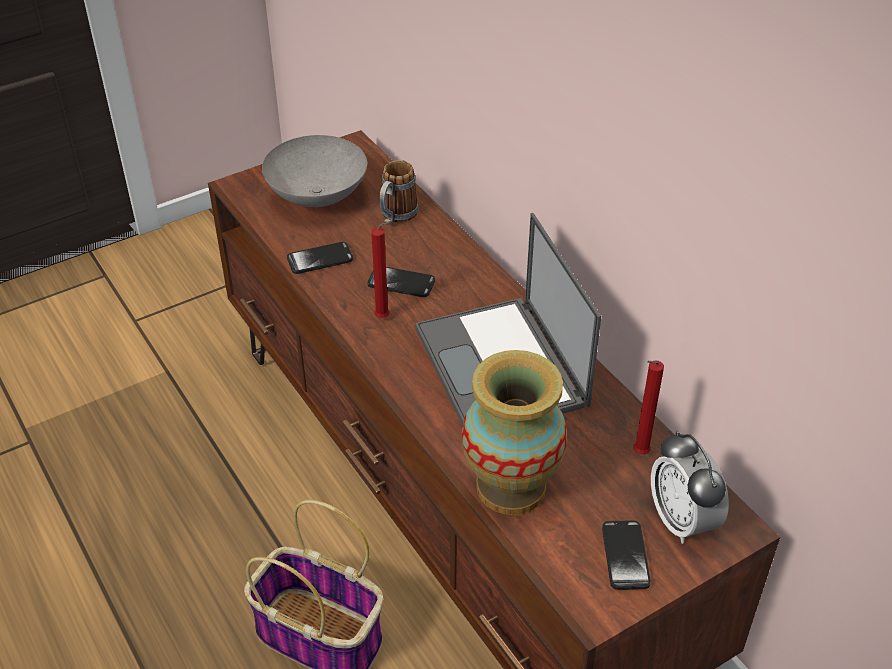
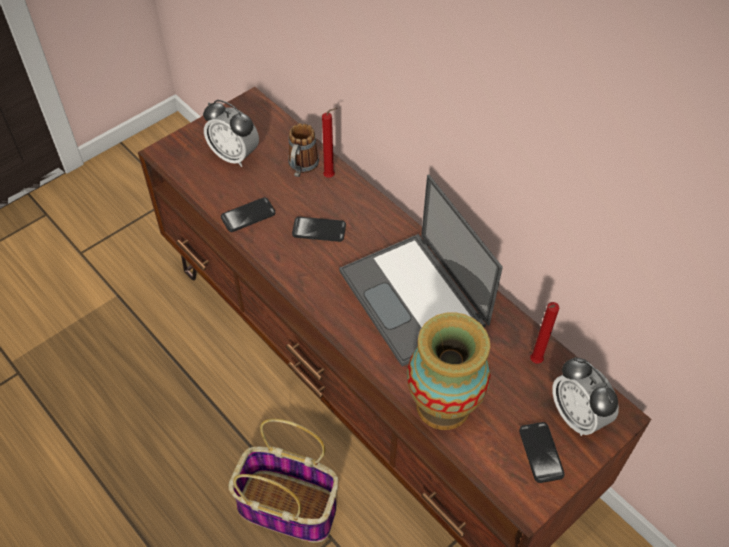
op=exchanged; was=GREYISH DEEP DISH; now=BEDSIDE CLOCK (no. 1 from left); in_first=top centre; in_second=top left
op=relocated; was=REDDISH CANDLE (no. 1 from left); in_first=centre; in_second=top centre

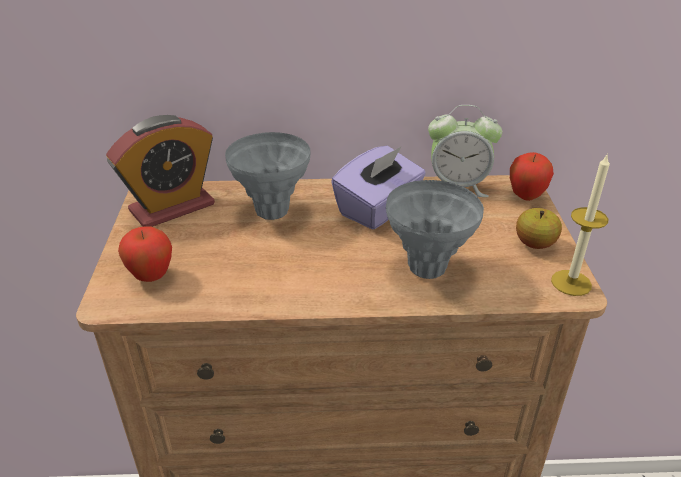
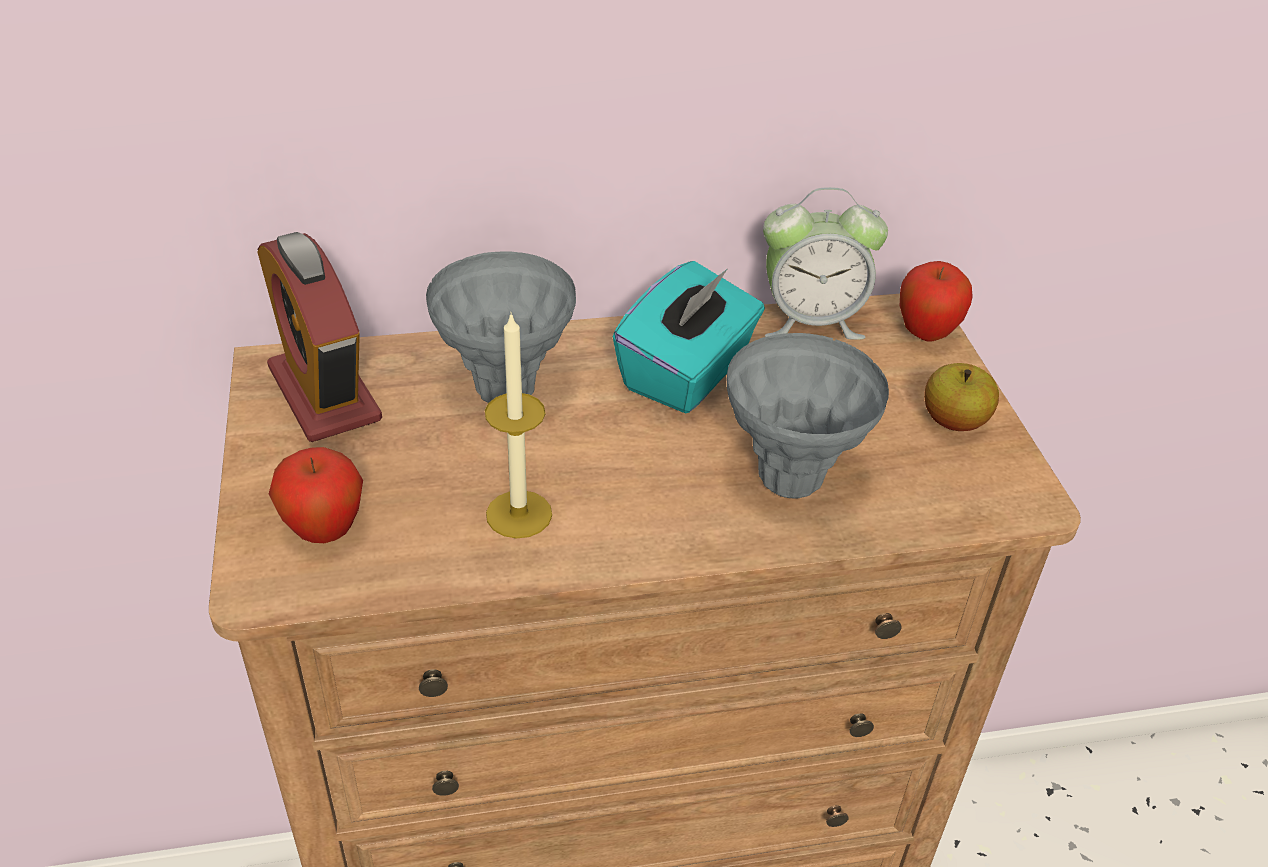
op=spun; was=BEDSIDE CLOCK (no. 1 from left); in_first=middle left; in_second=middle left; clockwise=105
op=colour; was=PURPLE-COLOURED TISSUE BOX; now=BLUE-GREEN TISSUE BOX; in_first=centre; in_second=centre
op=relocated; was=CANDLE; in_first=middle right; in_second=centre

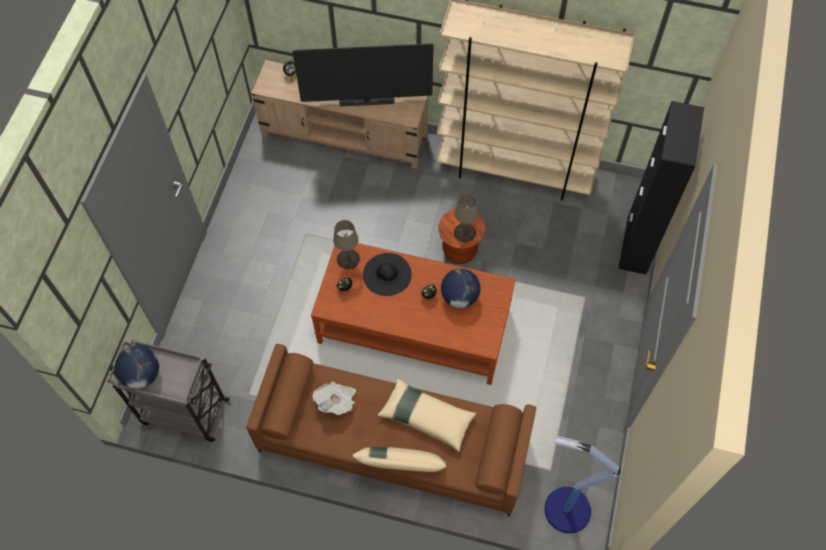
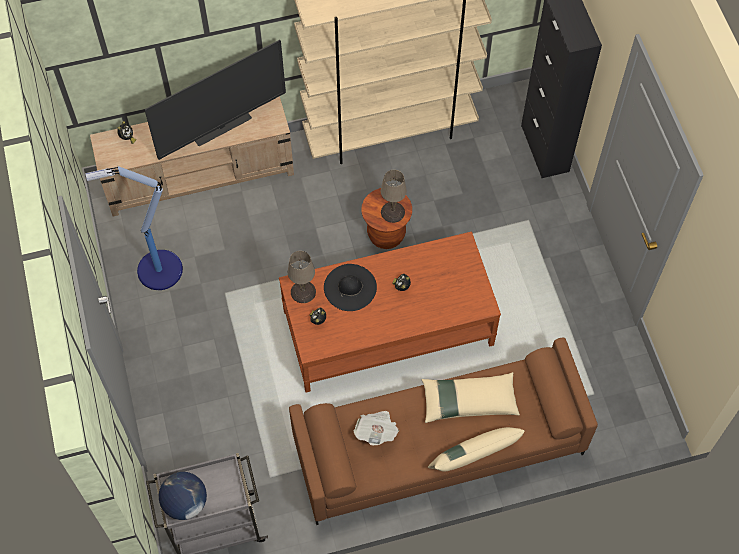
op=missing; was=GLOBE (no. 2 from left); in_first=centre
op=relocated; was=STANDING LAMP; in_first=bottom right; in_second=middle left

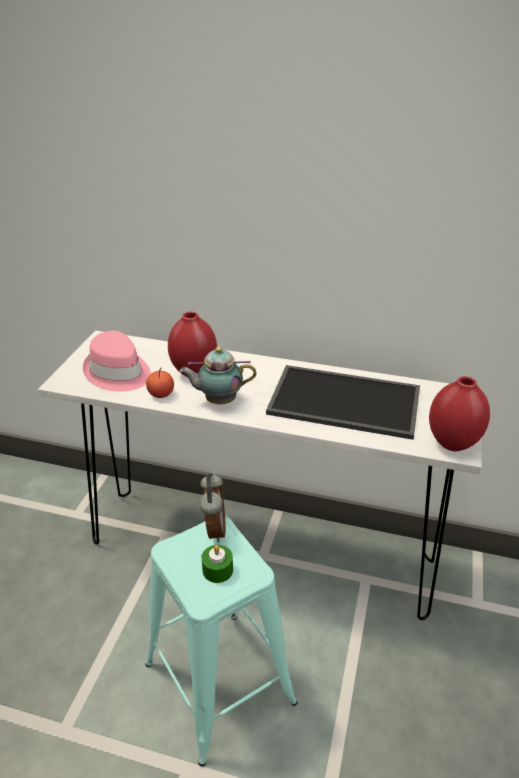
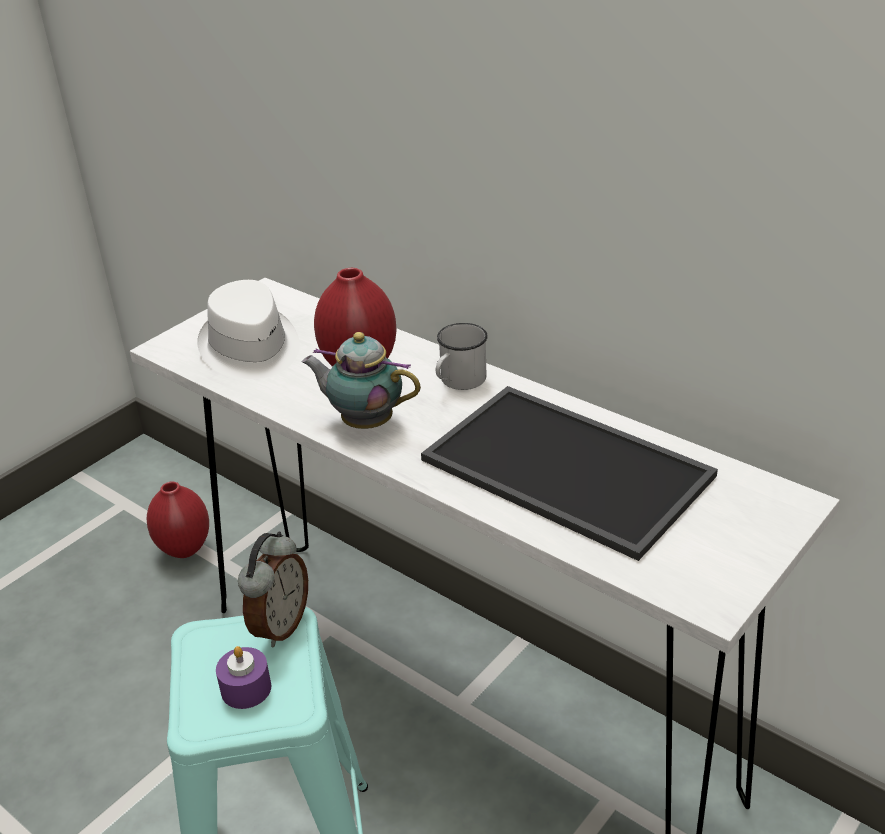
op=colour; was=PINK-COLOURED CLOTHING HAT; now=WHITE-COLOURED CLOTHING HAT; in_first=middle left; in_second=middle left
op=missing; was=APPLE; in_first=middle left
op=relocated; was=REDDISH VASE (no. 2 from left in the first image); now=REDDISH VASE (no. 1 from left); in_first=middle right; in_second=middle left
op=colour; was=GREENISH CANDLE; now=PURPLE-COLOURED CANDLE; in_first=bottom centre; in_second=bottom left
op=appeared; now=WHITE-COLOURED TEA MUG; in_second=centre

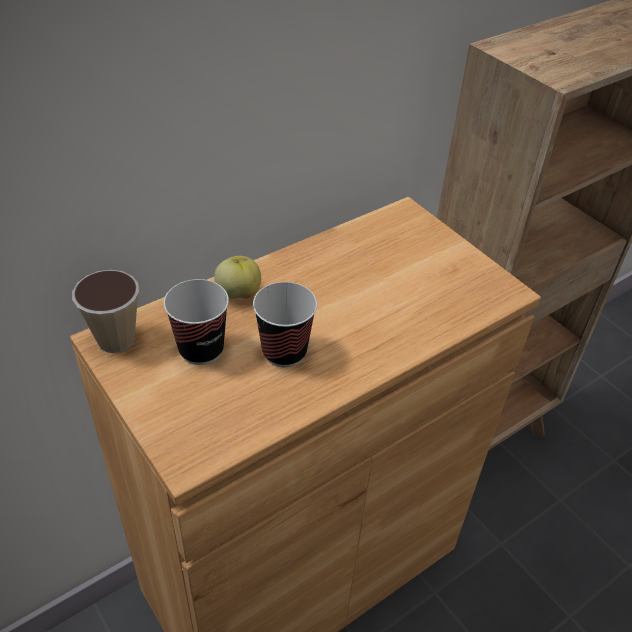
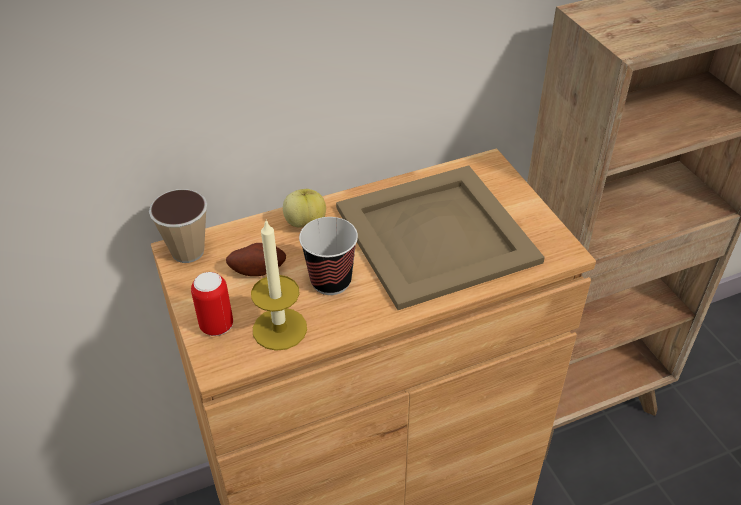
op=exchanged; was=CUP (no. 2 from left); now=SPUD; in_first=middle left; in_second=centre
op=appeared; now=BEIGE-COLOURED TRAY; in_second=centre
op=appeared; now=CANDLE; in_second=centre
op=appeared; now=METAL CAN; in_second=middle left

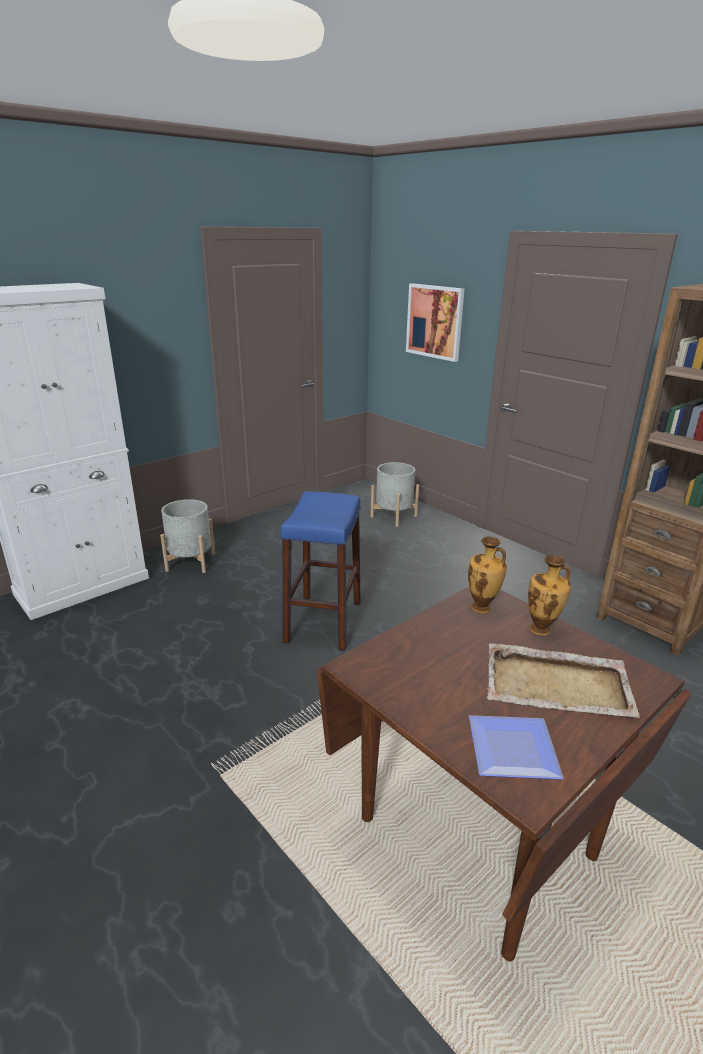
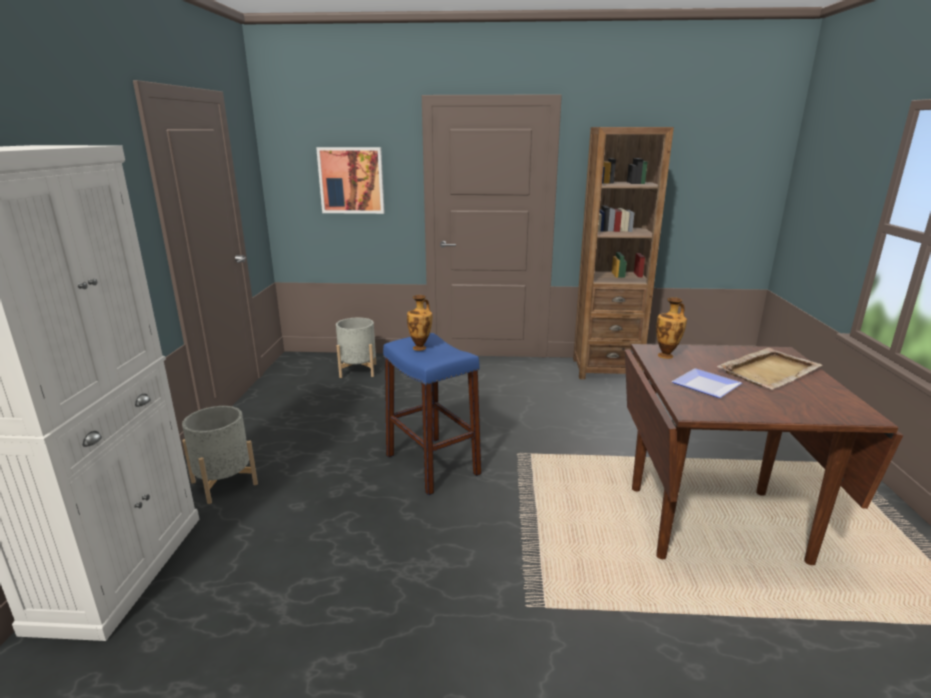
op=relocated; was=VASE (no. 2 from left in the first image); now=VASE (no. 1 from left); in_first=middle right; in_second=centre
op=relocated; was=DINNER PLATE; in_first=bottom right; in_second=middle right

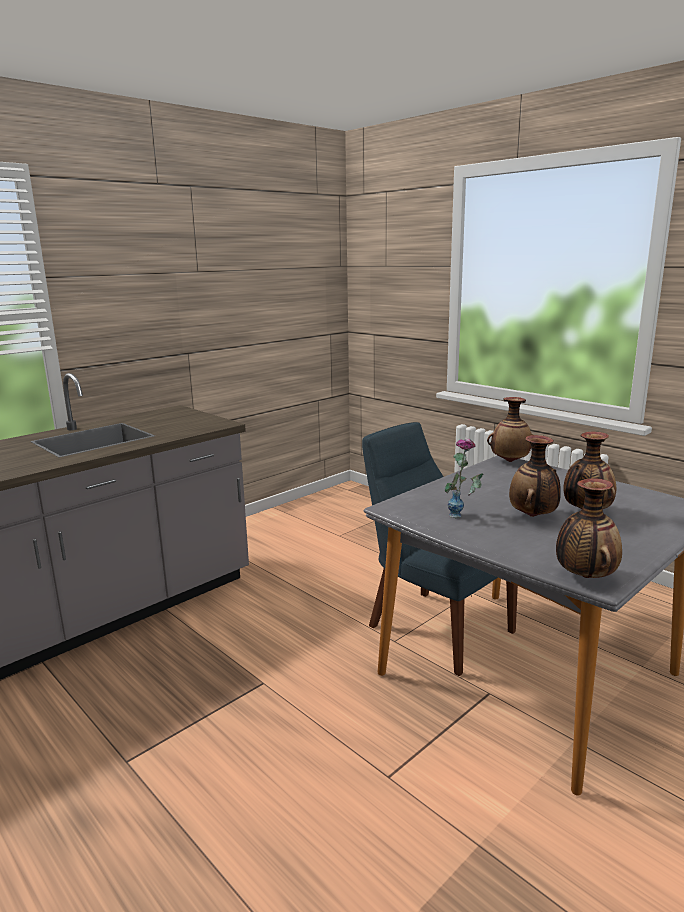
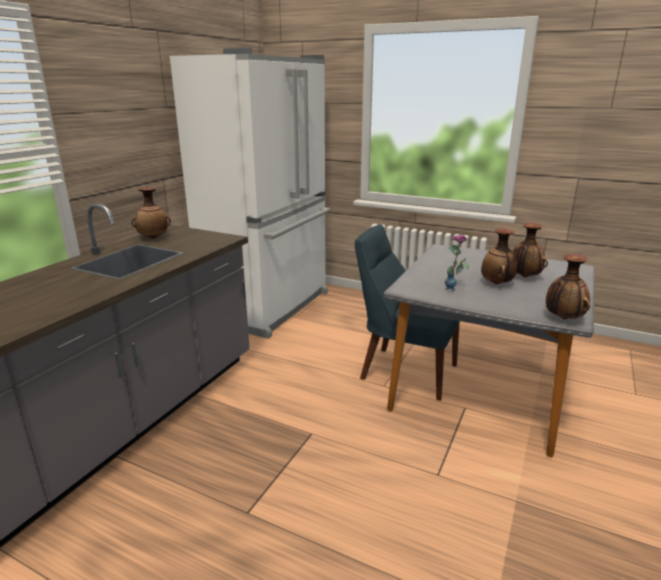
op=relocated; was=VASE (no. 2 from left in the first image); now=VASE (no. 1 from left); in_first=middle right; in_second=middle left
op=appeared; now=WHITE-COLOURED REFRIGERATOR; in_second=top centre

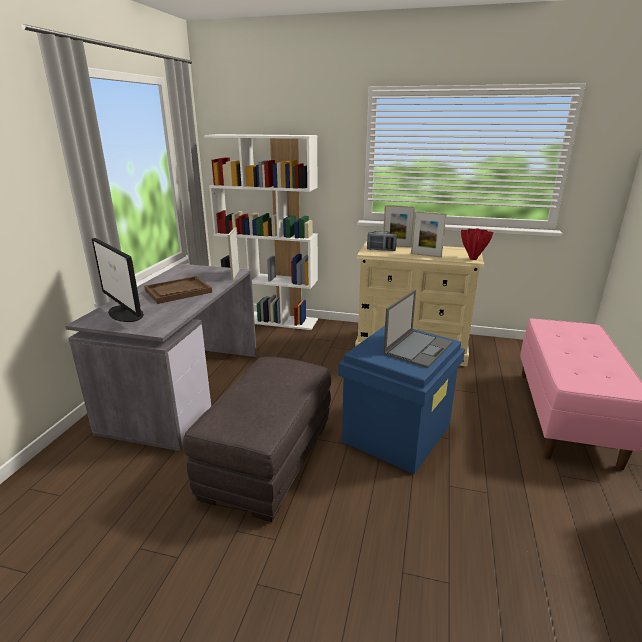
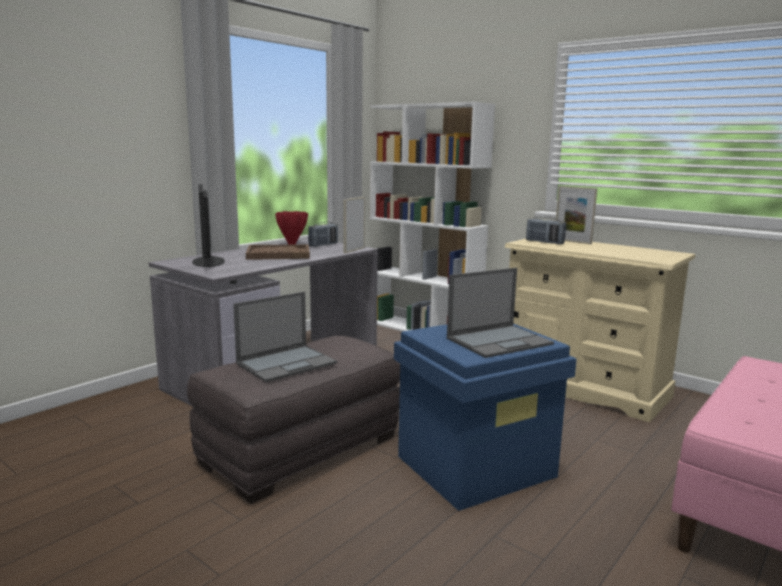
op=missing; was=STANDING FRAME (no. 3 from left); in_first=middle right
op=relocated; was=REDDISH VASE; in_first=middle right; in_second=centre
op=appeared; now=RADIO (no. 1 from left); in_second=centre
op=appeared; now=NOTEBOOK COMPUTER (no. 1 from left); in_second=centre

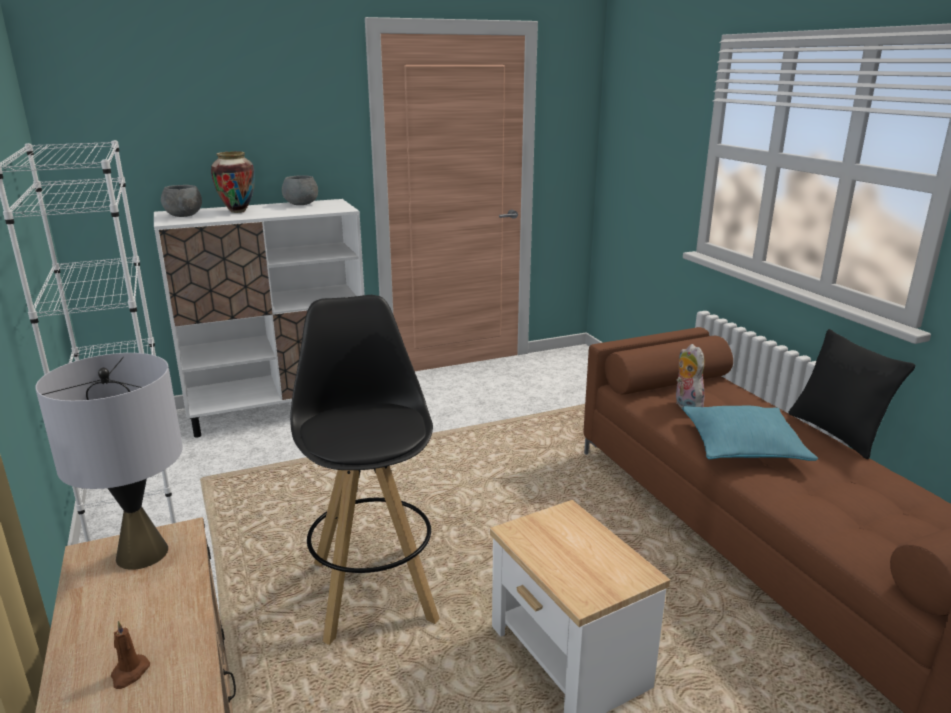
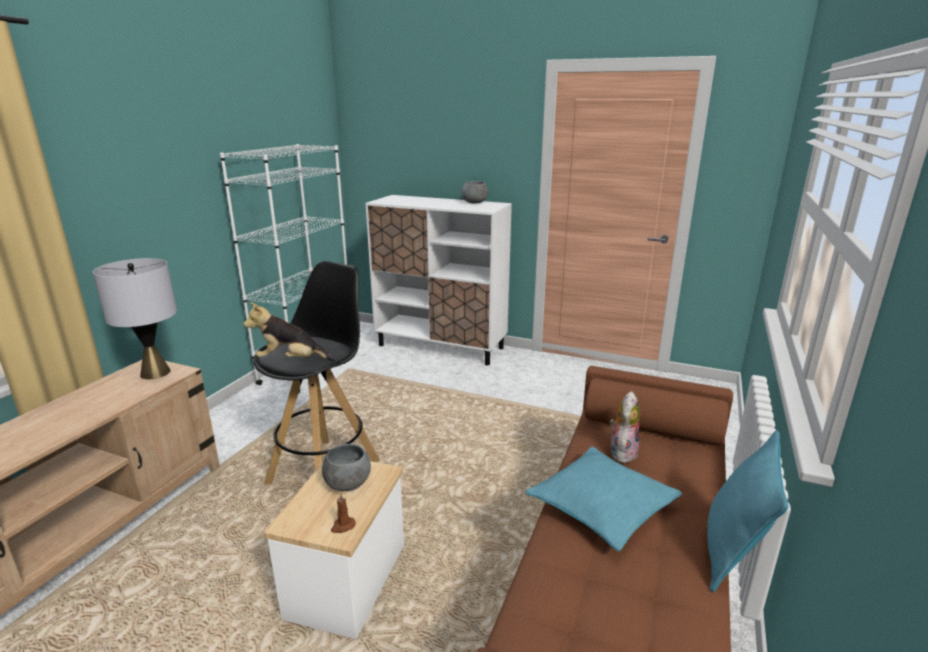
op=missing; was=VASE; in_first=top left
op=relocated; was=GREYISH DEEP DISH (no. 1 from left); in_first=top left; in_second=bottom centre
op=colour; was=BLACKISH CUSHION; now=BLUE-GREEN CUSHION (no. 2 from left); in_first=middle right; in_second=bottom right
op=relocated; was=BROWNISH CANDLE; in_first=bottom left; in_second=bottom centre
op=appeared; now=CUDDLY TOY (no. 1 from left); in_second=middle left

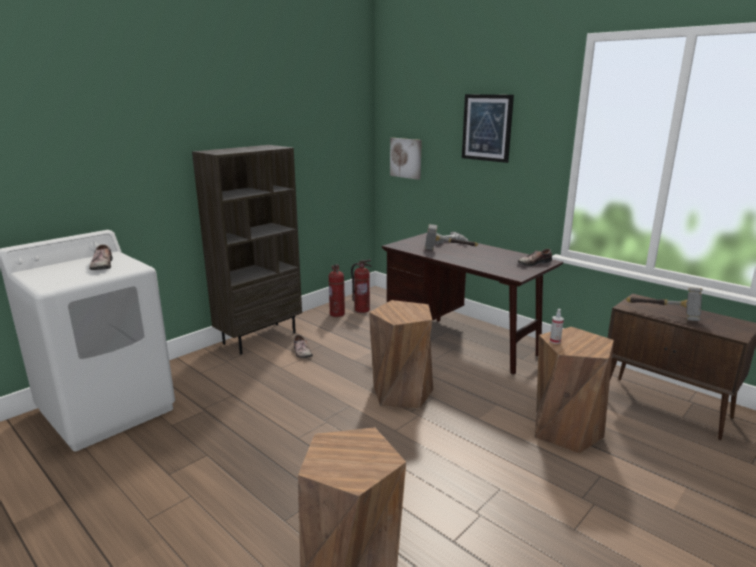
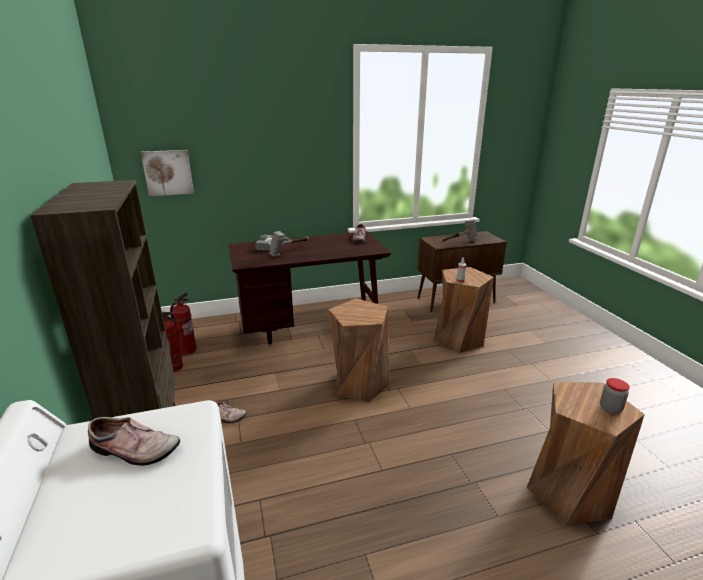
op=missing; was=WALL PICTURE (no. 2 from left); in_first=top centre
op=appeared; now=STORAGE JAR; in_second=bottom right

